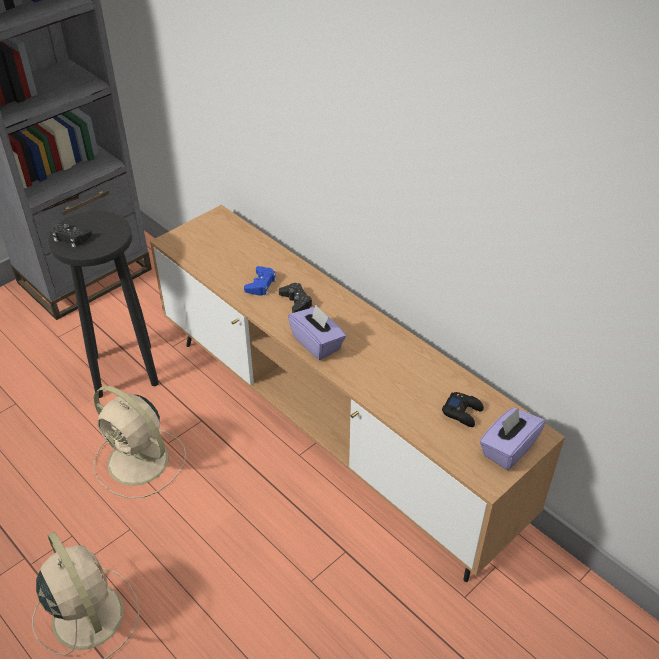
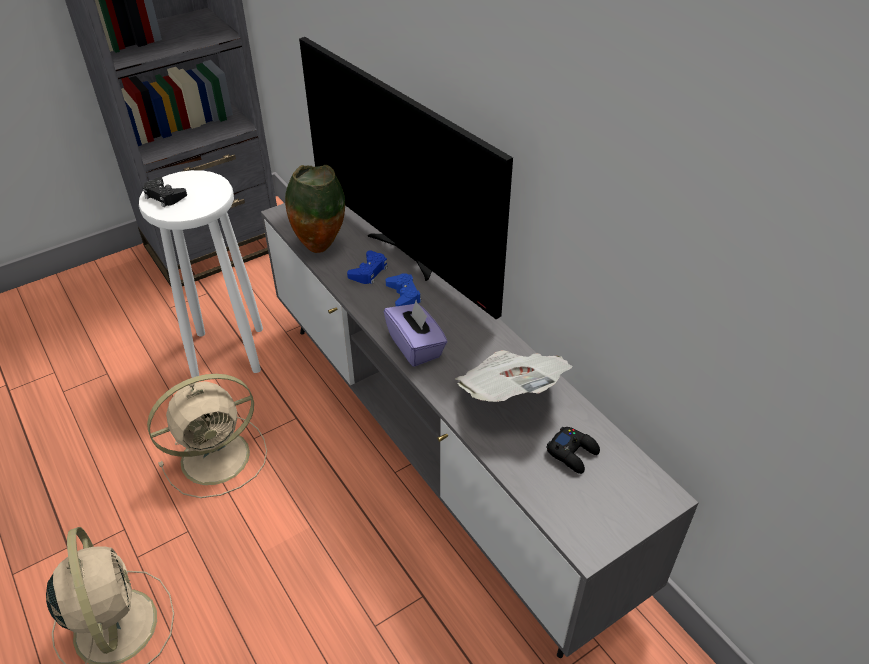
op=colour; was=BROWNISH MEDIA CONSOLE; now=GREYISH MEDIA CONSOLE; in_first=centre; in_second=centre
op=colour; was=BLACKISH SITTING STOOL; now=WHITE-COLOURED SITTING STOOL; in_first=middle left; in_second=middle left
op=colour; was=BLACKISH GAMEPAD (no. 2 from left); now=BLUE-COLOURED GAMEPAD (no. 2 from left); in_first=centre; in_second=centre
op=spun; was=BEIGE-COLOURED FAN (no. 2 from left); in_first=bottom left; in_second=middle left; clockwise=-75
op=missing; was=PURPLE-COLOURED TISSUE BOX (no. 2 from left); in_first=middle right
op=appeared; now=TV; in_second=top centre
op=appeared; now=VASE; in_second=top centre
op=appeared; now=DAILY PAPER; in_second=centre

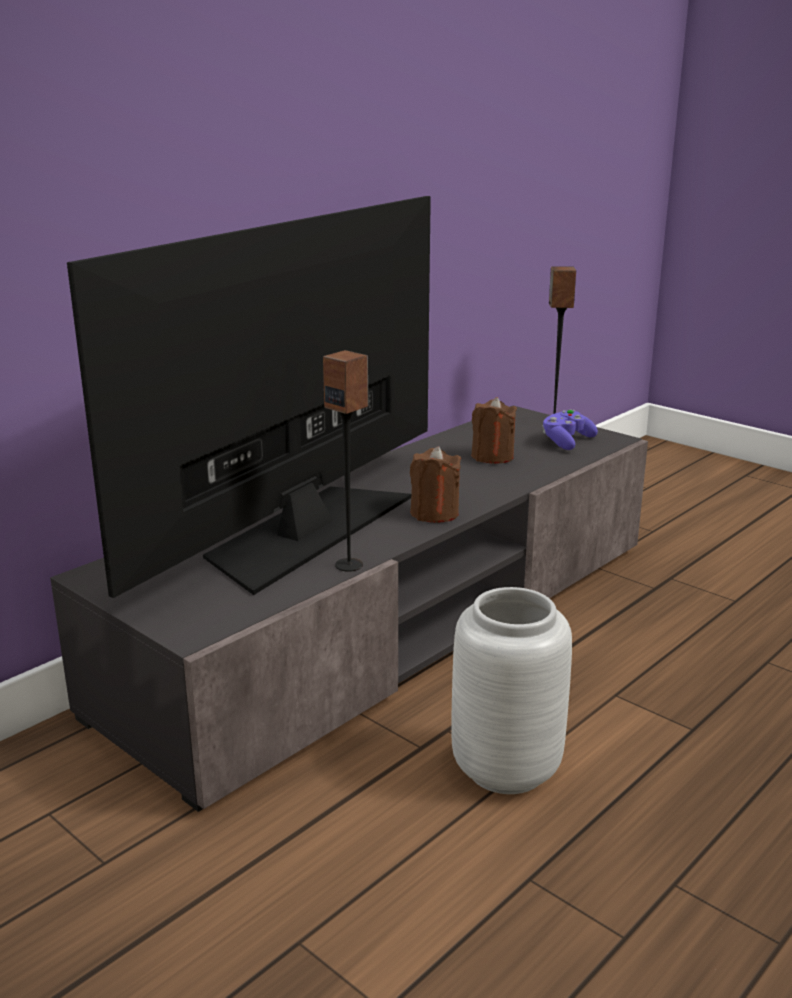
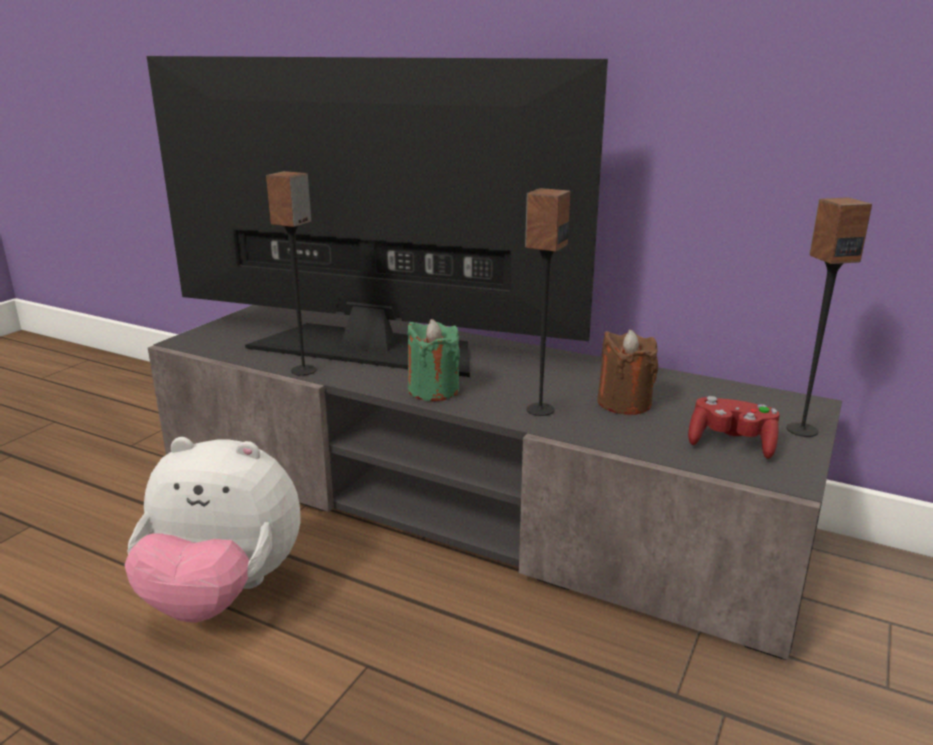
op=colour; was=PURPLE-COLOURED GAMEPAD; now=REDDISH GAMEPAD; in_first=middle right; in_second=middle right
op=colour; was=BROWNISH CANDLE (no. 1 from left); now=GREENISH CANDLE; in_first=centre; in_second=centre
op=exchanged; was=GREYISH VASE; now=CUDDLY TOY; in_first=bottom centre; in_second=bottom left
op=appeared; now=LOUDSPEAKER (no. 2 from left); in_second=centre

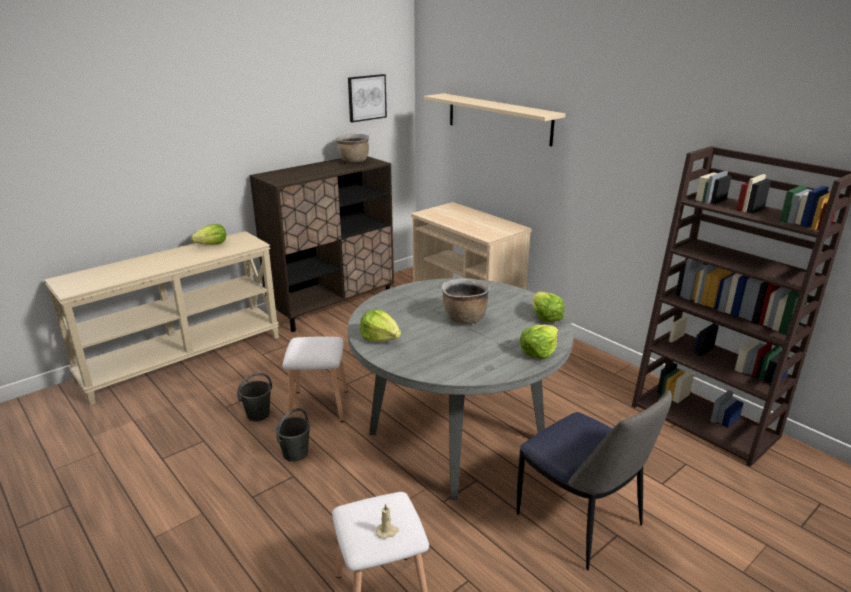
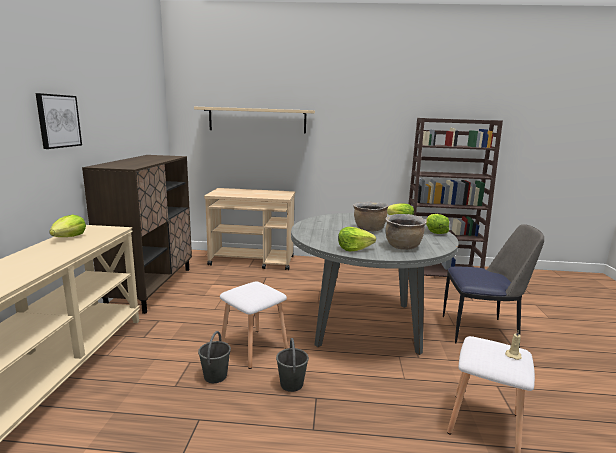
op=relocated; was=WALL PICTURE; in_first=top centre; in_second=top left
op=relocated; was=BROWNISH COOKING POT (no. 1 from left in the first image); now=BROWNISH COOKING POT (no. 2 from left); in_first=top centre; in_second=centre

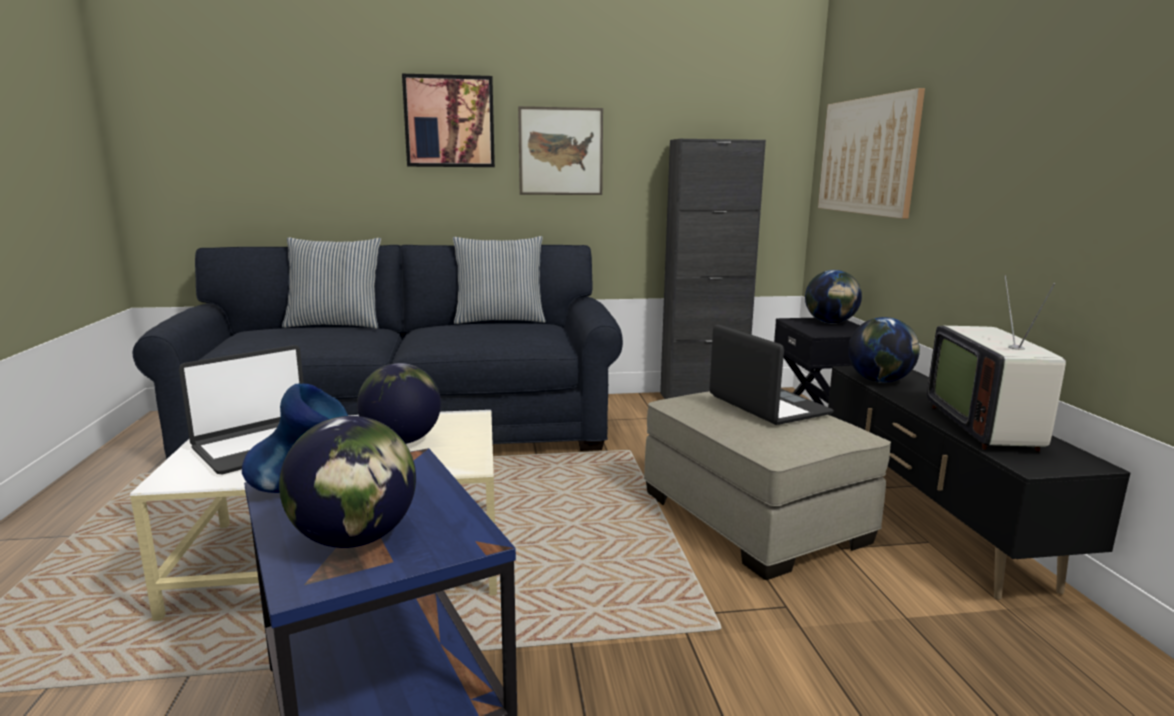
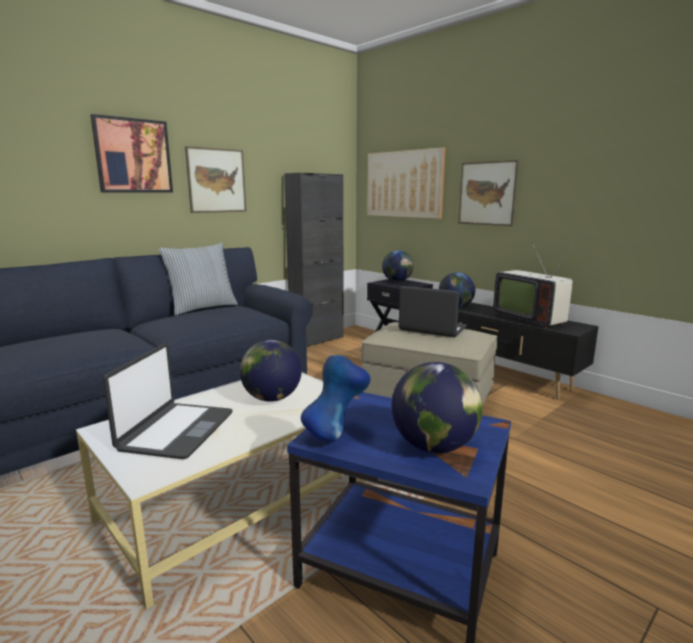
op=missing; was=CUSHION (no. 1 from left); in_first=middle left
op=appeared; now=WALL PICTURE (no. 4 from left); in_second=top right

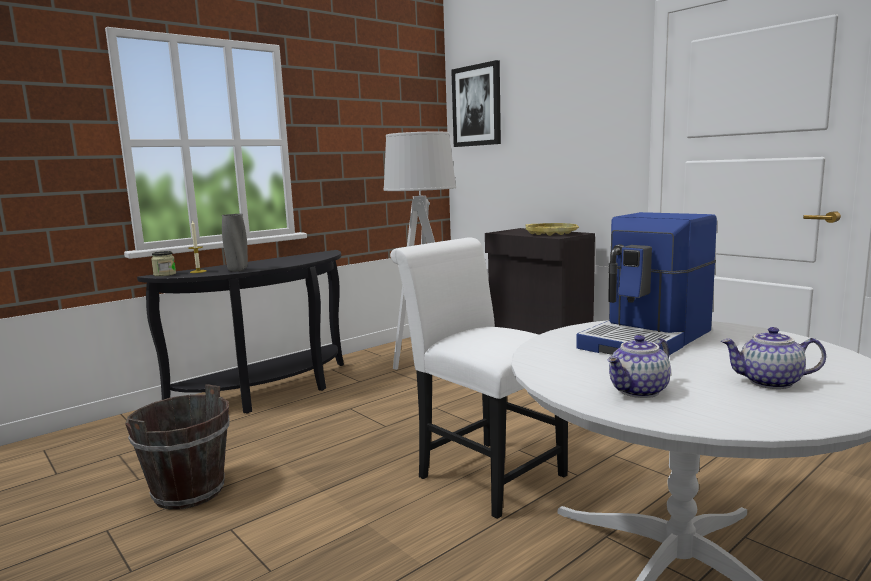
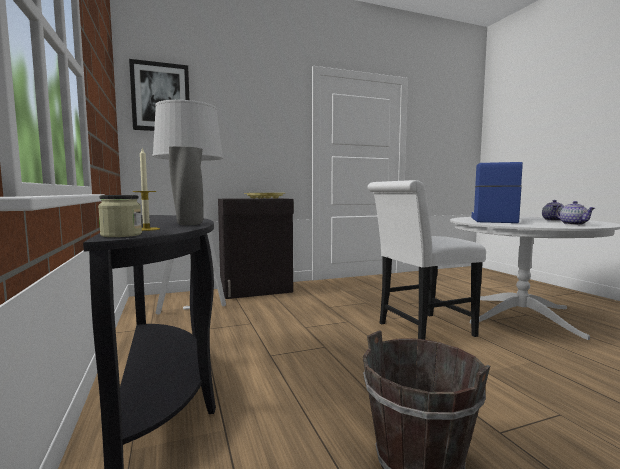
op=spun; was=COFFEE BREWER; in_first=middle right; in_second=middle right; clockwise=-135

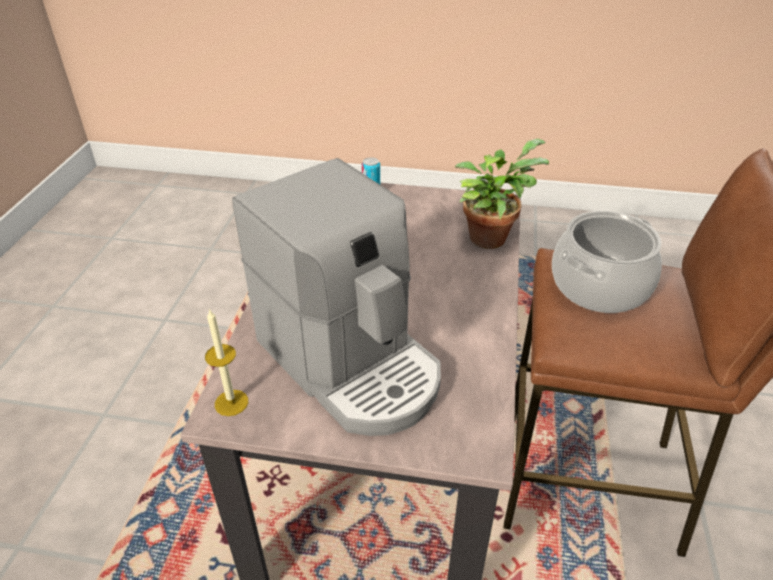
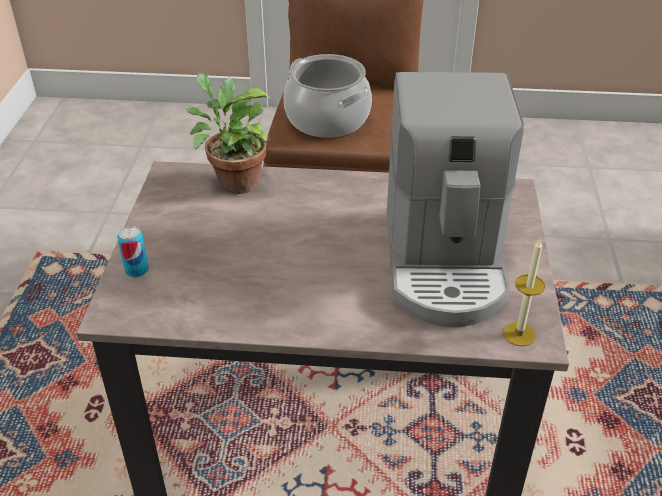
op=spun; was=COFFEE BREWER; in_first=centre; in_second=middle right; clockwise=135

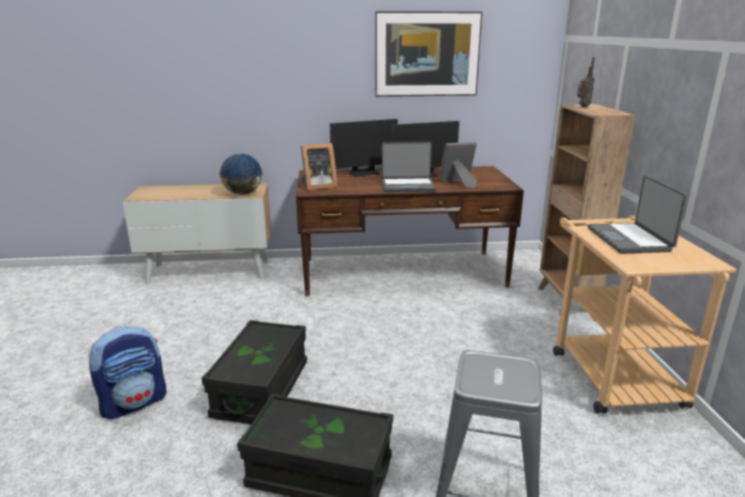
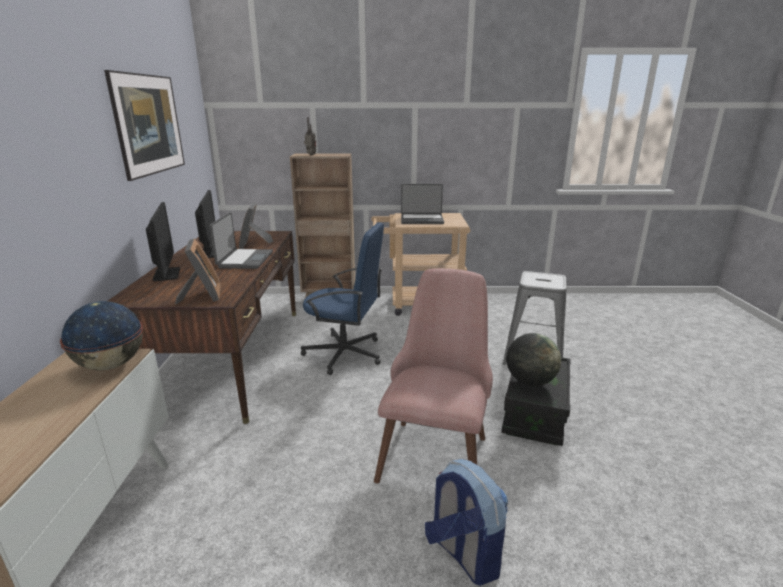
op=exchanged; was=BLACKISH STORAGE BIN (no. 1 from left); now=PINK-COLOURED UPRIGHT CHAIR; in_first=bottom centre; in_second=centre
op=appeared; now=BLUE-COLOURED COMPUTER CHAIR; in_second=centre
op=appeared; now=GLOBE (no. 2 from left); in_second=middle right

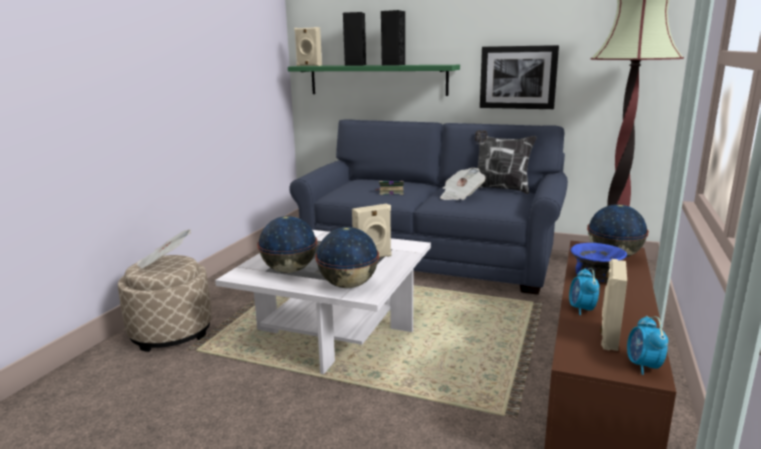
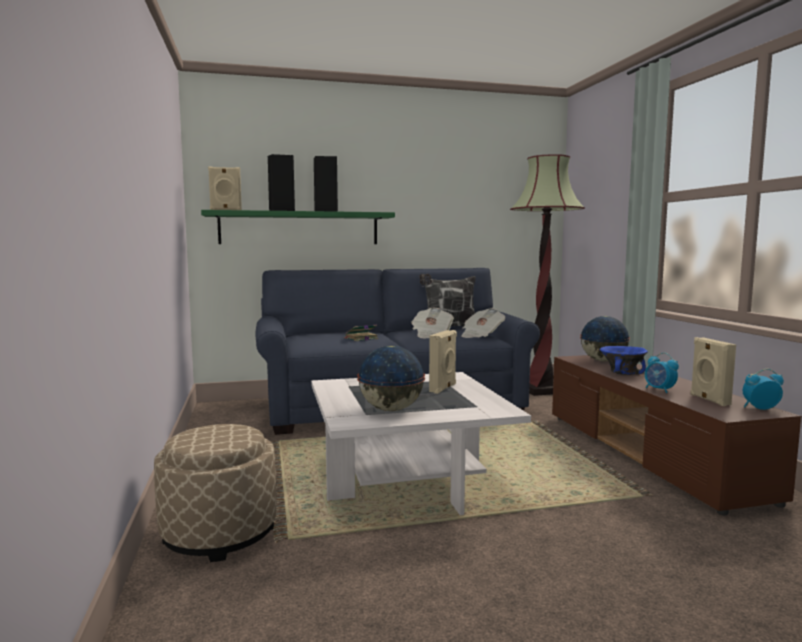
op=missing; was=WALL PICTURE; in_first=top right
op=missing; was=GLOBE (no. 2 from left); in_first=centre
op=relocated; was=DAILY PAPER (no. 1 from left in the first image); now=DAILY PAPER (no. 2 from left); in_first=middle left; in_second=centre
op=spun; was=BEDSIDE CLOCK (no. 2 from left); in_first=bottom right; in_second=middle right; clockwise=120

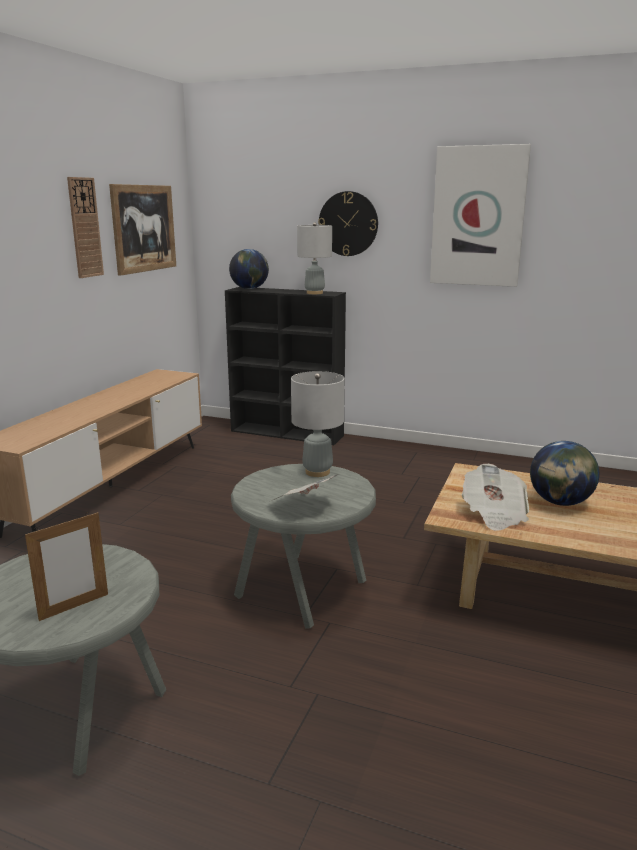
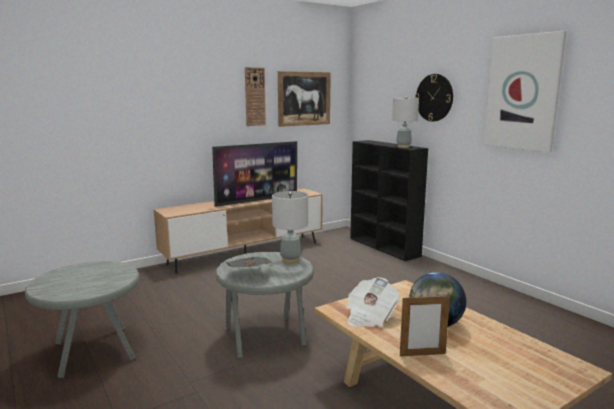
op=missing; was=GLOBE (no. 1 from left); in_first=top centre
op=relocated; was=STANDING FRAME; in_first=middle left; in_second=bottom right
op=appeared; now=TV; in_second=centre

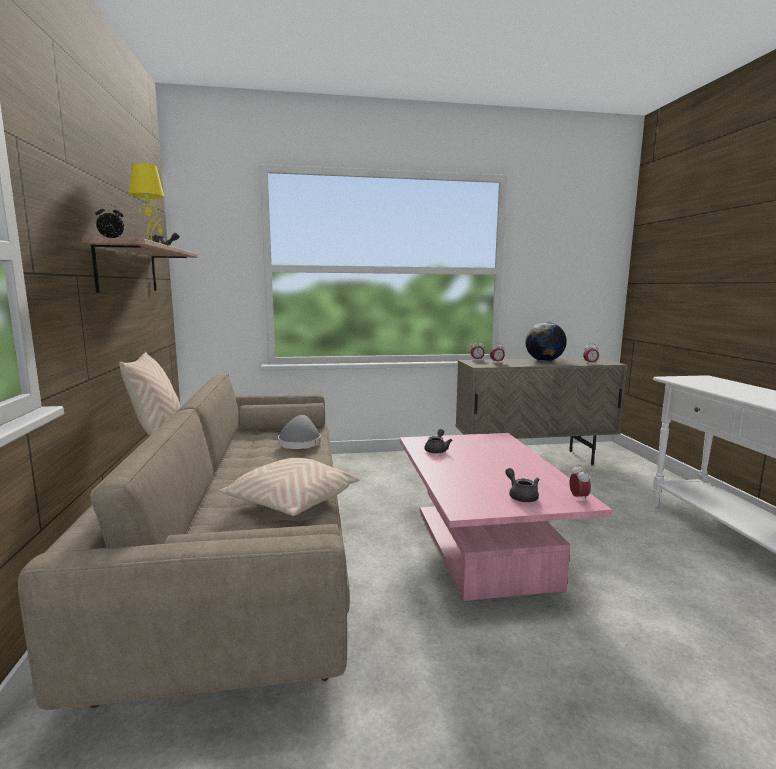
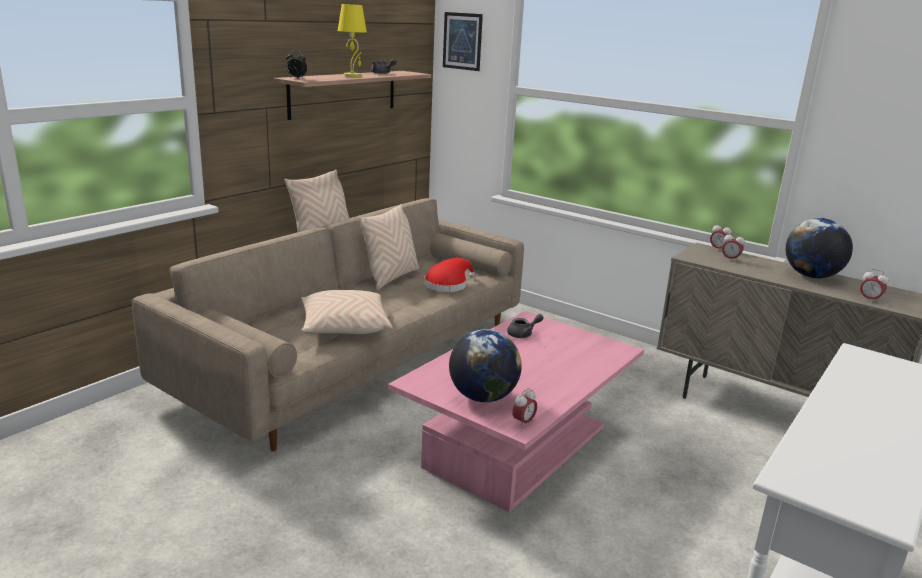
op=colour; was=GREYISH CLOTHING HAT; now=REDDISH CLOTHING HAT; in_first=centre; in_second=centre
op=exchanged; was=GREYISH TEAPOT (no. 3 from left); now=GLOBE (no. 1 from left); in_first=middle right; in_second=centre
op=appeared; now=WALL PICTURE; in_second=top centre
op=appeared; now=BEIGE-COLOURED CUSHION (no. 3 from left); in_second=centre

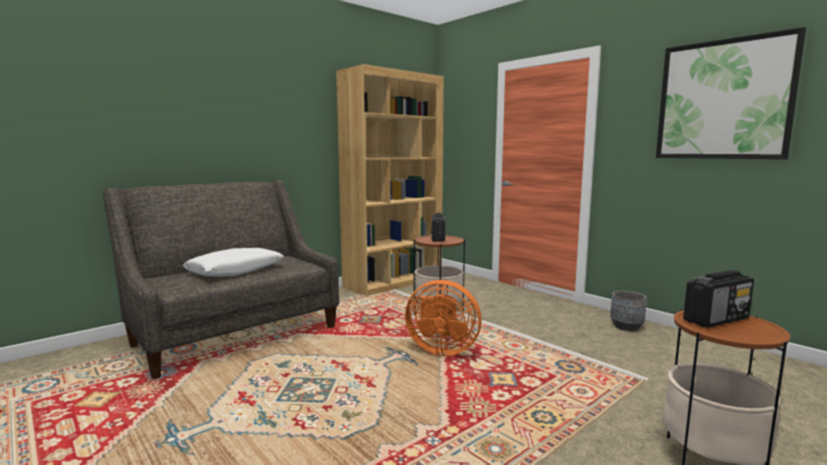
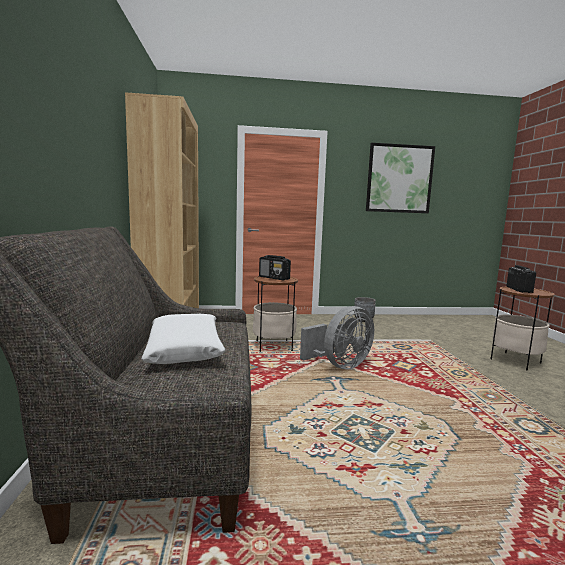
op=colour; was=ORANGE-COLOURED FAN; now=GREYISH FAN; in_first=bottom centre; in_second=centre

